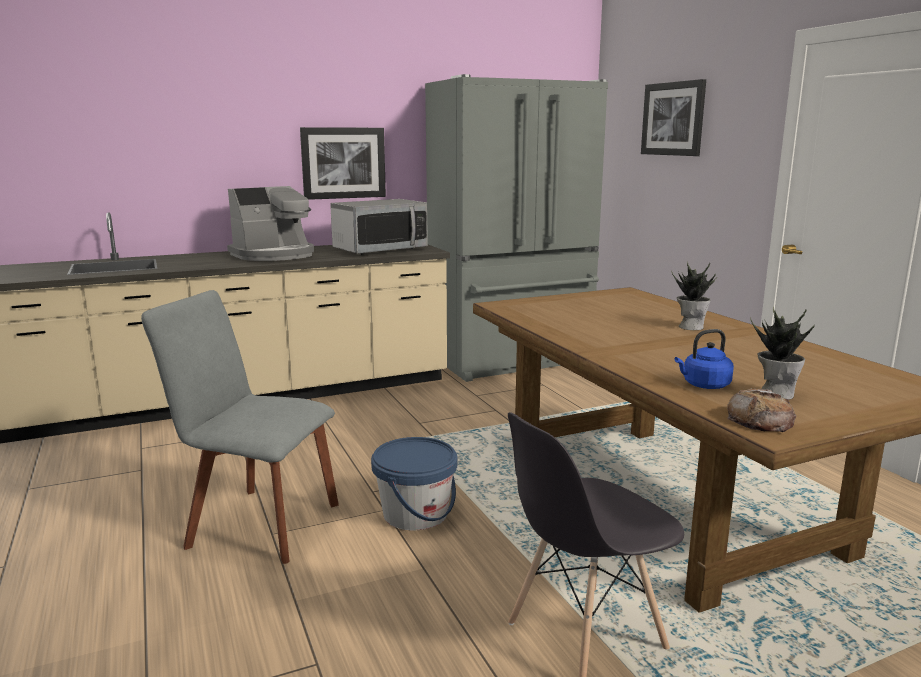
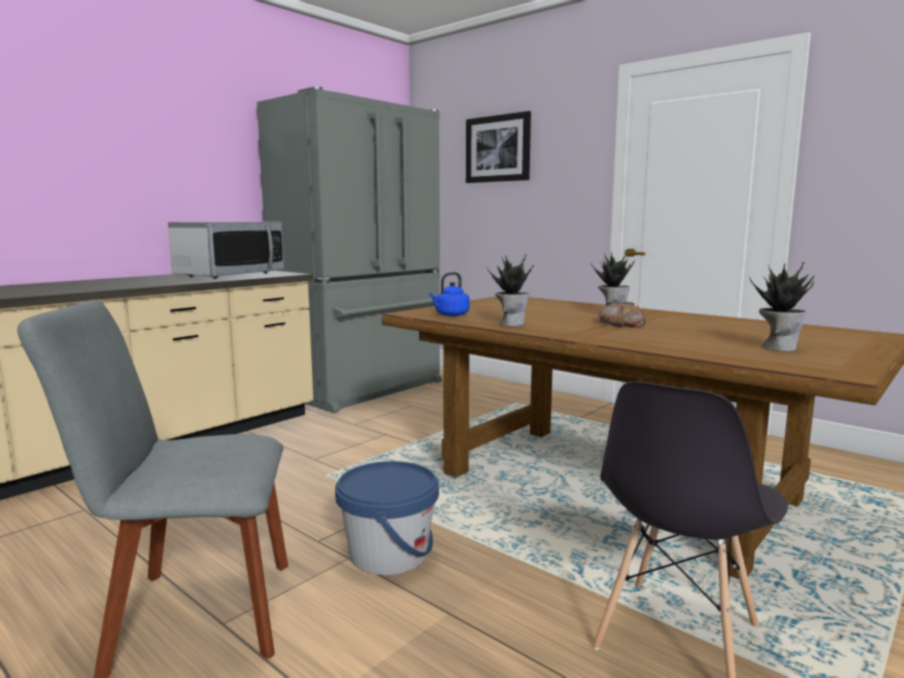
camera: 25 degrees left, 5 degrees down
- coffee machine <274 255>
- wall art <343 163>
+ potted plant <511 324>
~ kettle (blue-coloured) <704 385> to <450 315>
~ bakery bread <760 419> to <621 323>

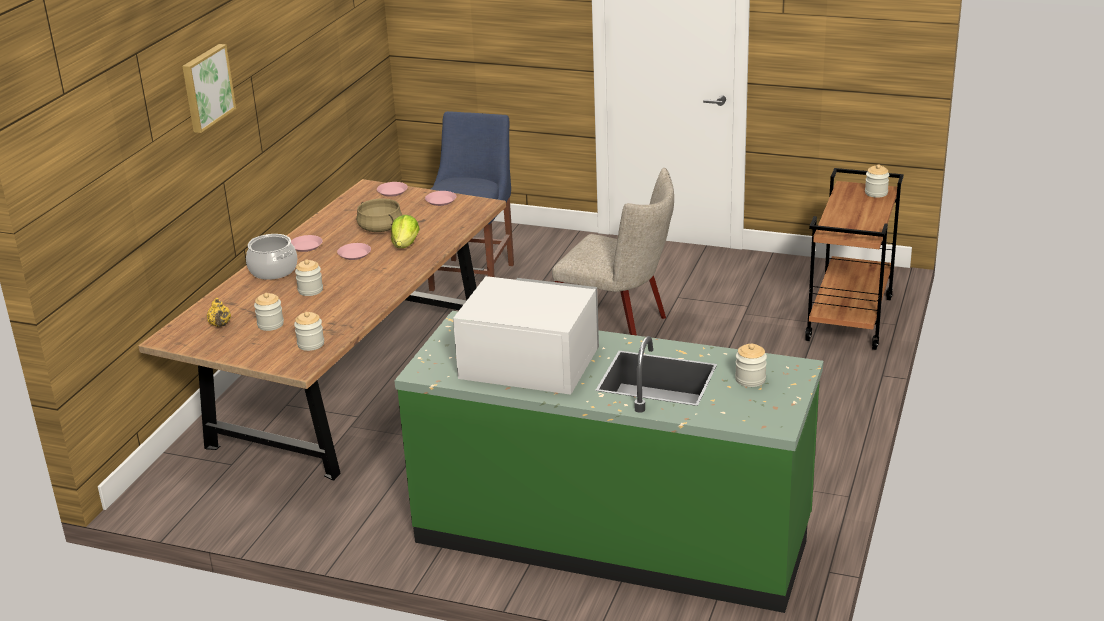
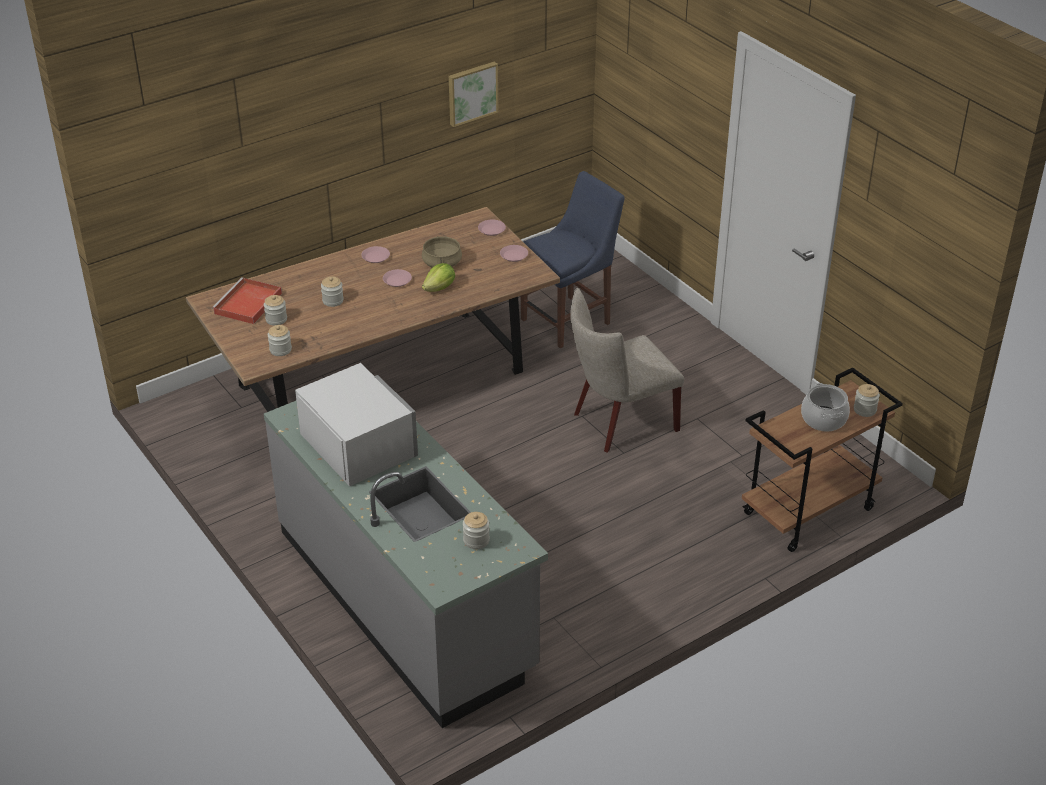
camera: 35 degrees right, 10 degrees up
~ wall art <206 87> to <472 93>
~ stockpot <273 270> to <824 419>
~ tea pot (yellow-coloured) <220 325> to tray (red-coloured) <247 304>
~ kitchen base unit (green-coloured) <612 534> to kitchen base unit (grey) <406 599>
~ upright chair (beige) <618 326> = <619 423> 90 degrees clockwise

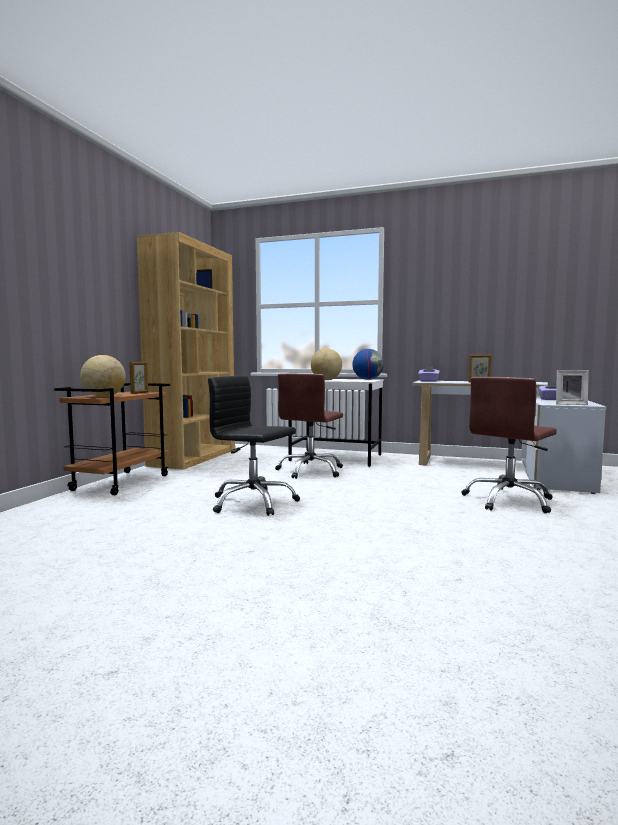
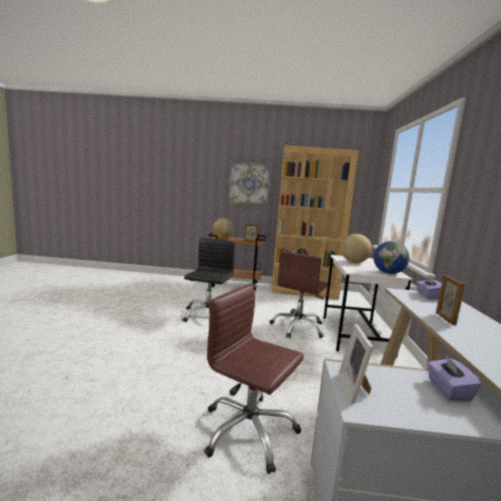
camera: 75 degrees right, 5 degrees up
+ wall art <249 183>
~ desk chair (brownish) <311 471> = <298 327> 75 degrees counterclockwise

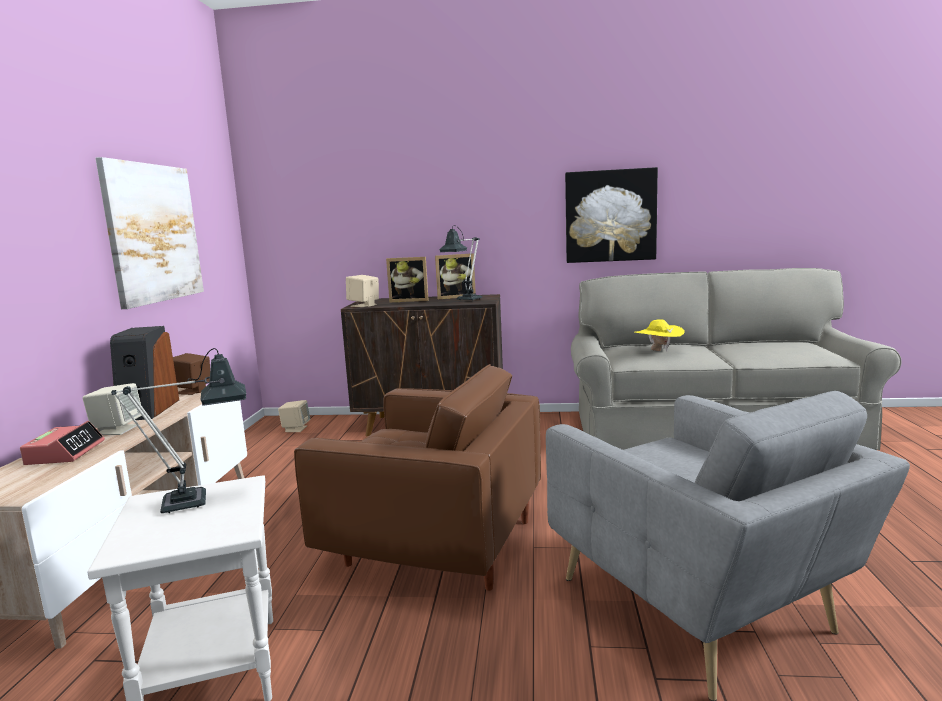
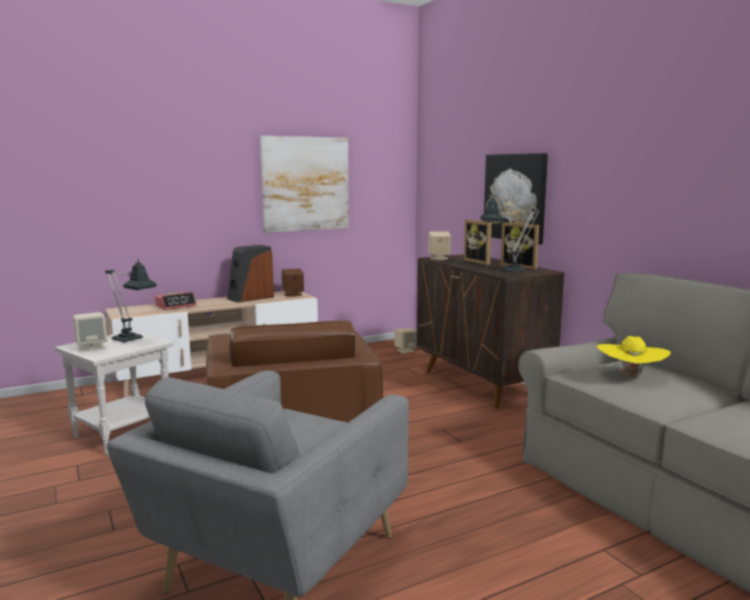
camera: 55 degrees right, 0 degrees up
~ loudspeaker (beige) <117 430> to <91 347>
~ wall art <610 216> to <515 197>

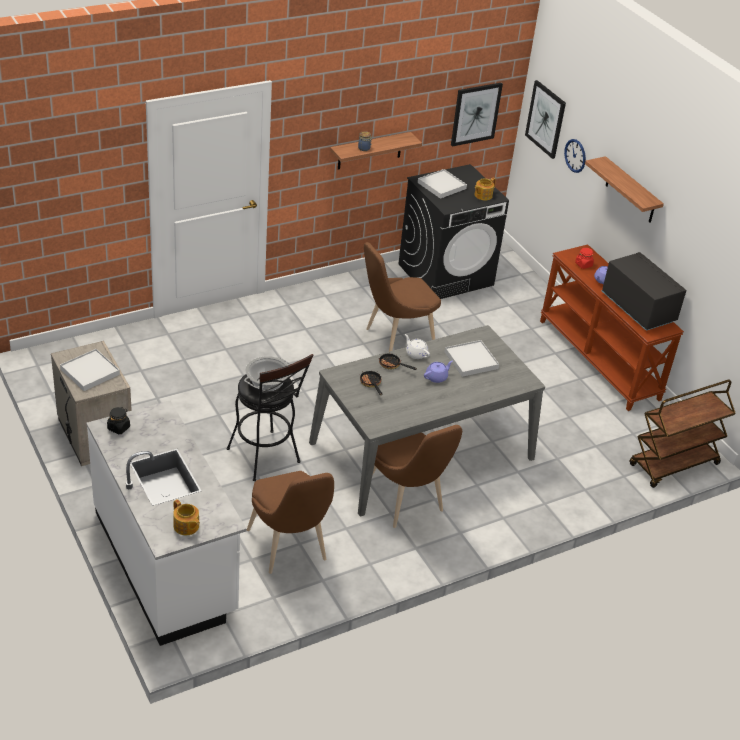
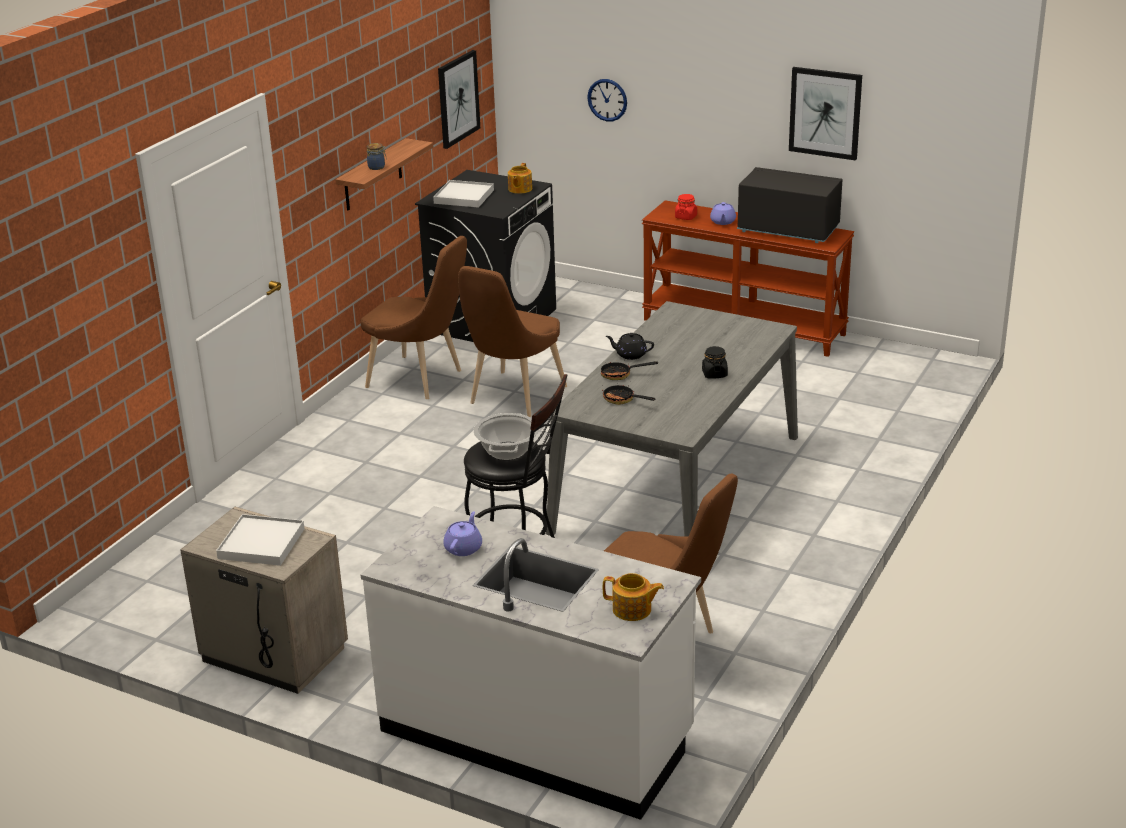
camera: 30 degrees left, 10 degrees down
- tray (white) <471 360>
- bracket shelf <631 191>
- trolley (brownish) <673 465>
~ storage jar (black-coloured) <118 428> to <714 374>
~ upright chair (brownish) <406 503> to <420 380>
~ tea pot (purple) <436 377> to <464 548>
~ wall art <546 119> to <825 113>
~ tea pot (white) <416 353> to tea pot (black-coloured) <630 355>

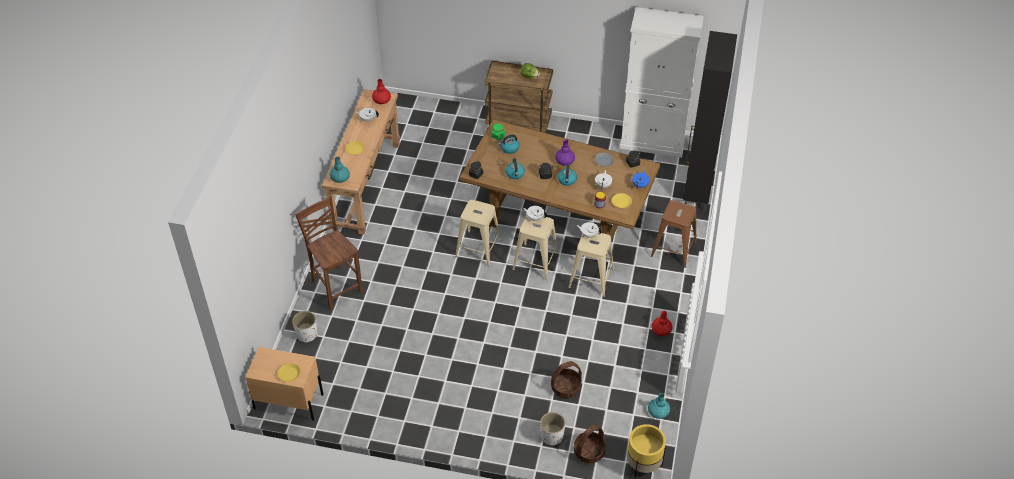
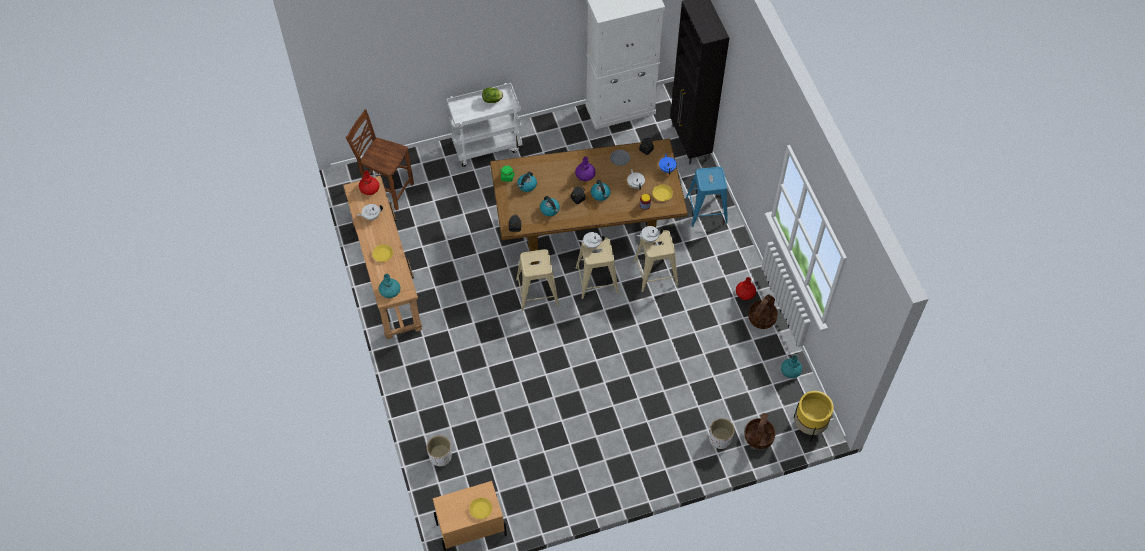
camera: 30 degrees left, 10 degrees up
~ upright chair (brownish) <336 286> to <387 189>
~ storage basket <565 387> to <762 318>
~ trolley (brownish) <519 124> to trolley (white) <487 145>
~ stool seat (brownish) <673 249> to stool seat (blue-coloured) <706 210>

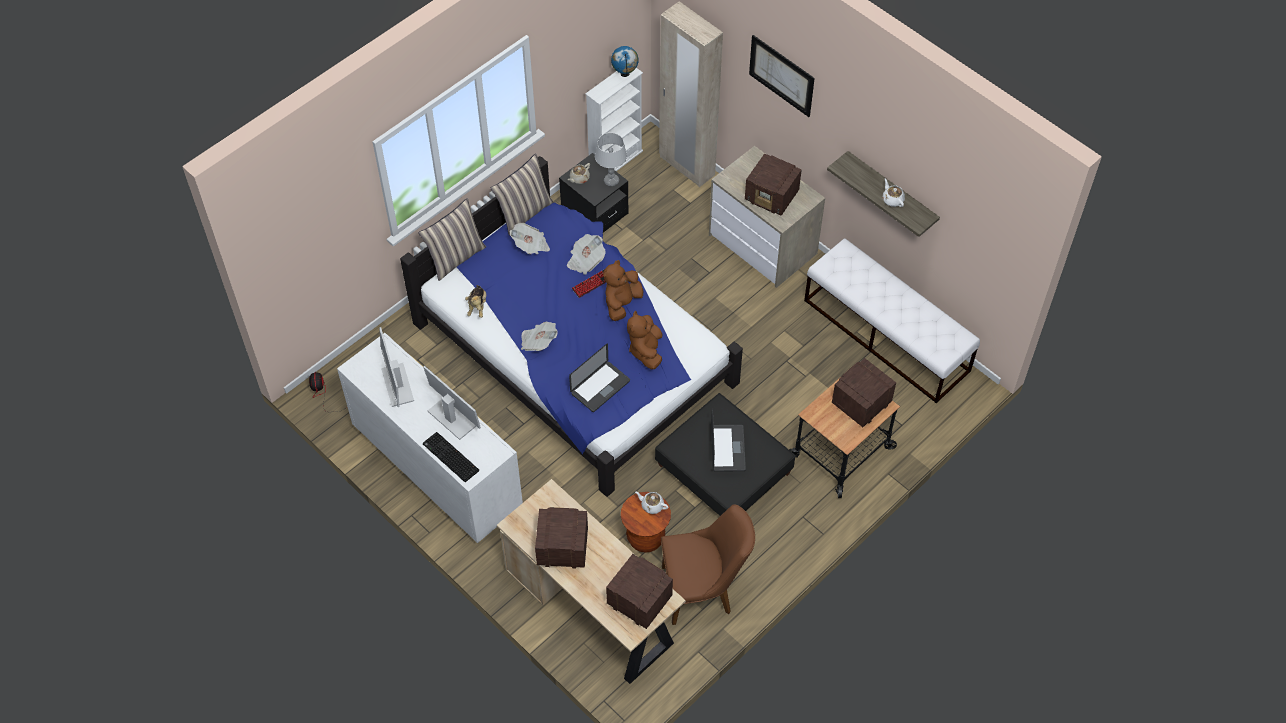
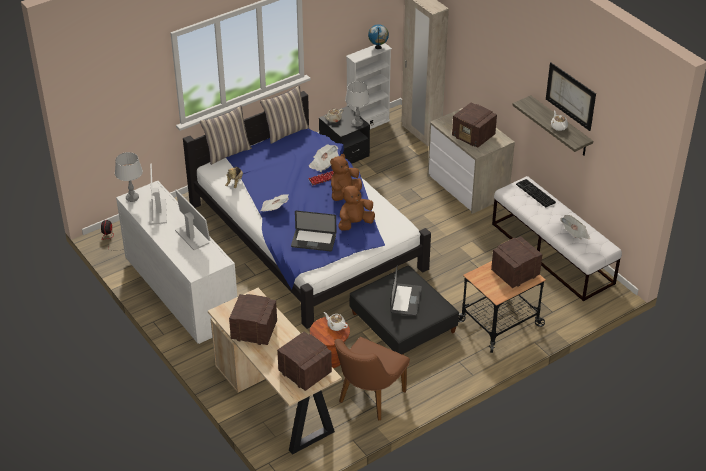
camera: 10 degrees right, 15 degrees down
+ lamp for a table (grey) <132 198>
~ PC keyboard <449 457> to <534 193>
~ printed paper <531 246> to <574 234>
~ wall art <781 75> to <570 96>
~ notebook computer <600 387> = <313 241> 45 degrees clockwise
~ plush toy (brownish) <646 350> = <355 223> 45 degrees clockwise
~ upright chair (brownish) <704 590> = <367 399> 120 degrees clockwise

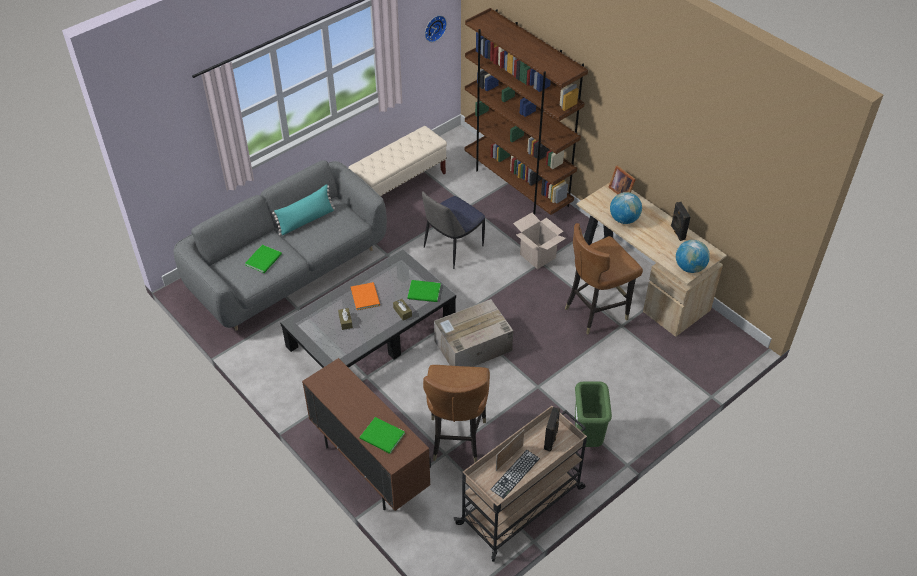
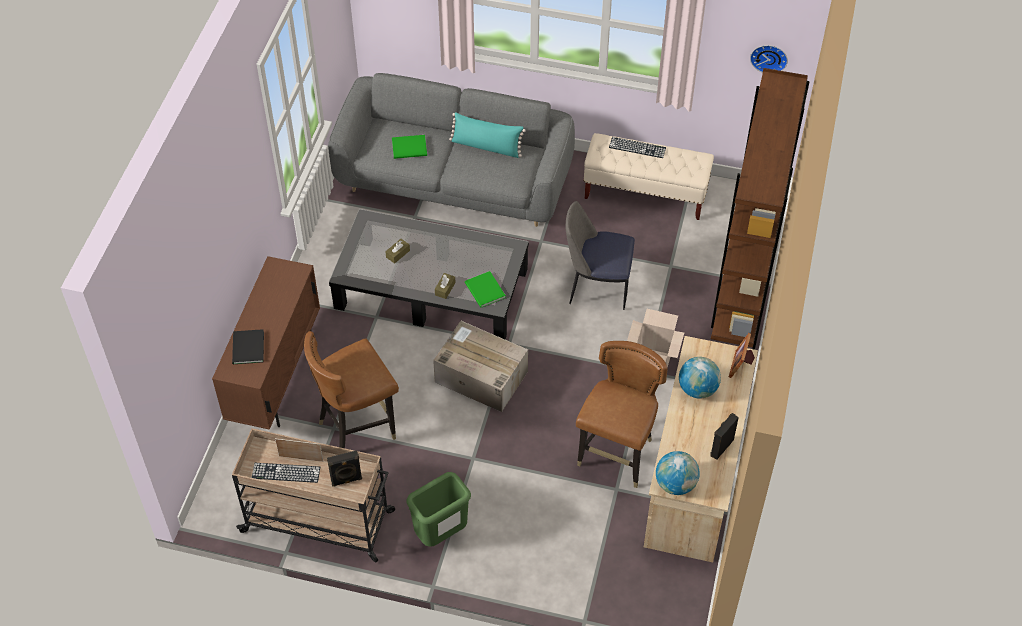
camera: 55 degrees right, 5 degrees up
- bound book (orangey) <366 296>
+ PC keyboard <637 147>
~ bound book (green-coloured) <382 437> to bound book (black-coloured) <247 349>
~ upright chair (brownish) <596 311> = <617 456> 90 degrees clockwise

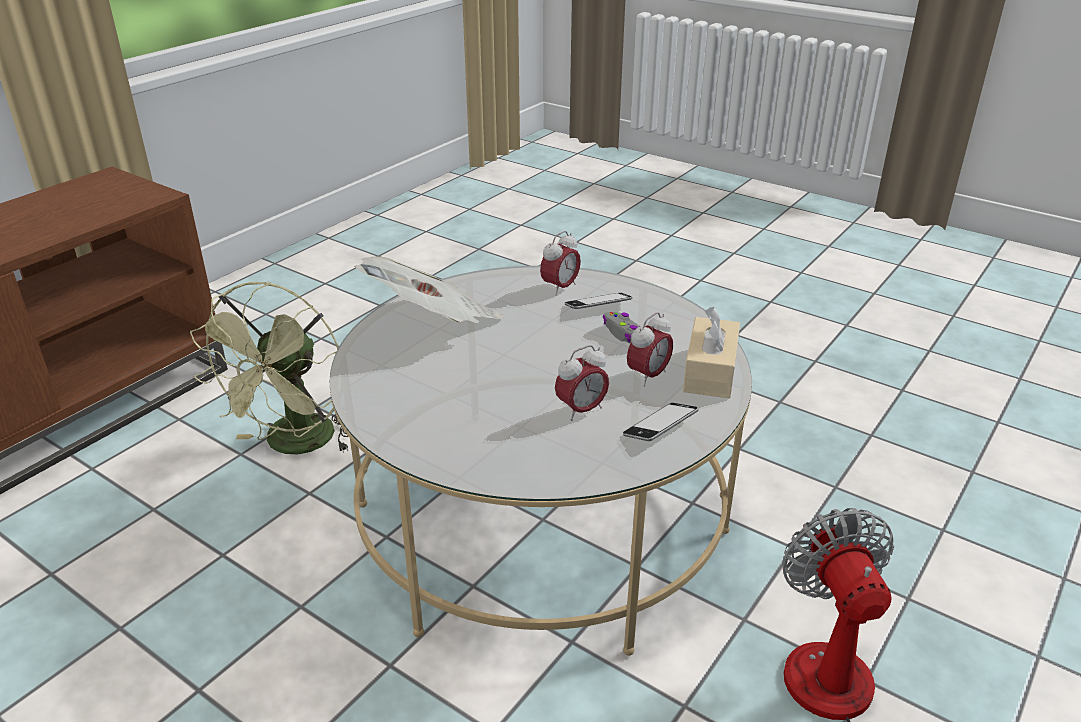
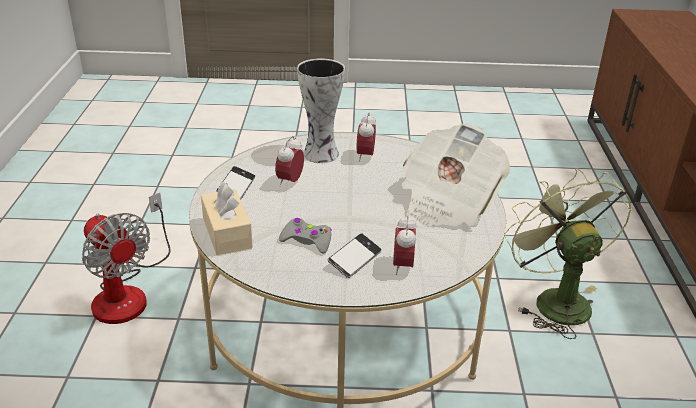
camera: 145 degrees right, 0 degrees up
+ flower vase <321 155>
~ alarm clock <648 376> to <365 156>

